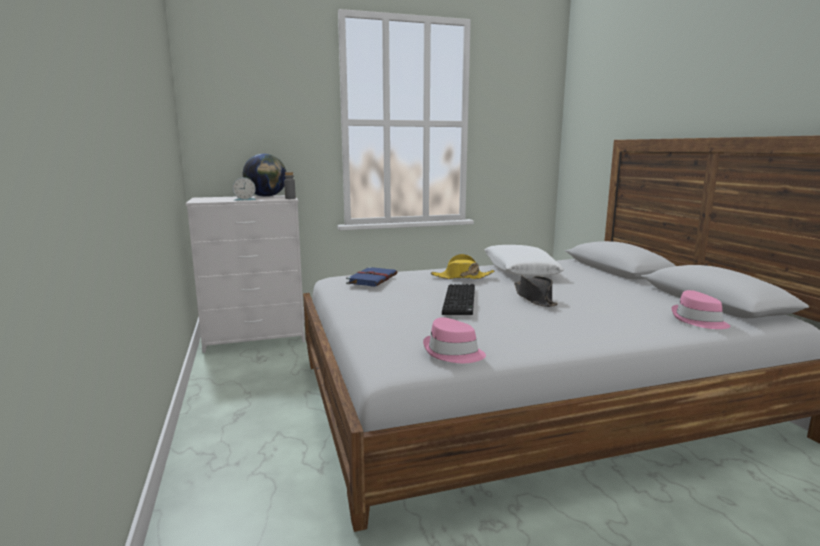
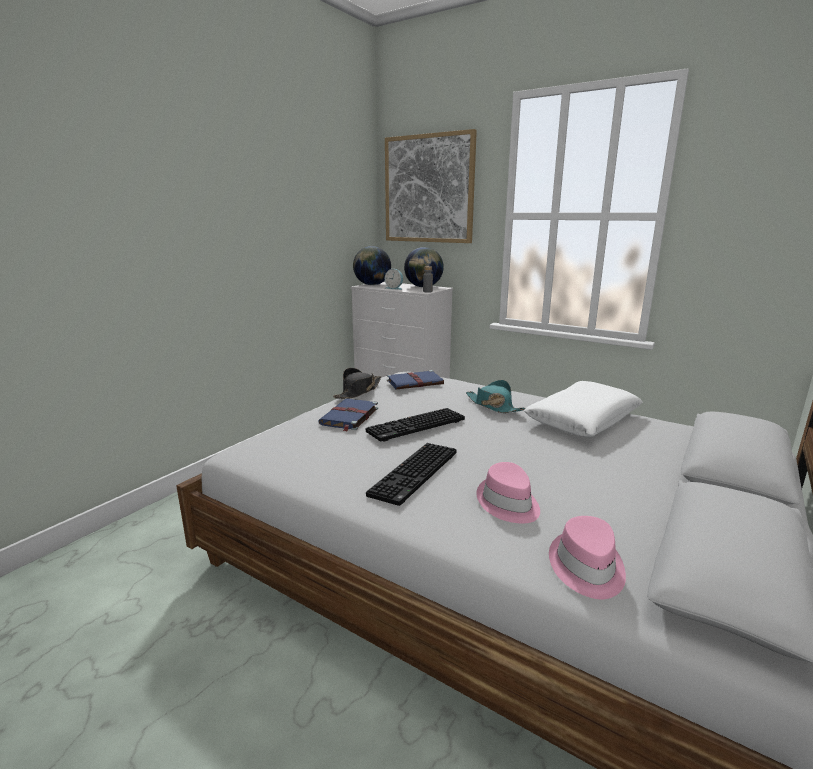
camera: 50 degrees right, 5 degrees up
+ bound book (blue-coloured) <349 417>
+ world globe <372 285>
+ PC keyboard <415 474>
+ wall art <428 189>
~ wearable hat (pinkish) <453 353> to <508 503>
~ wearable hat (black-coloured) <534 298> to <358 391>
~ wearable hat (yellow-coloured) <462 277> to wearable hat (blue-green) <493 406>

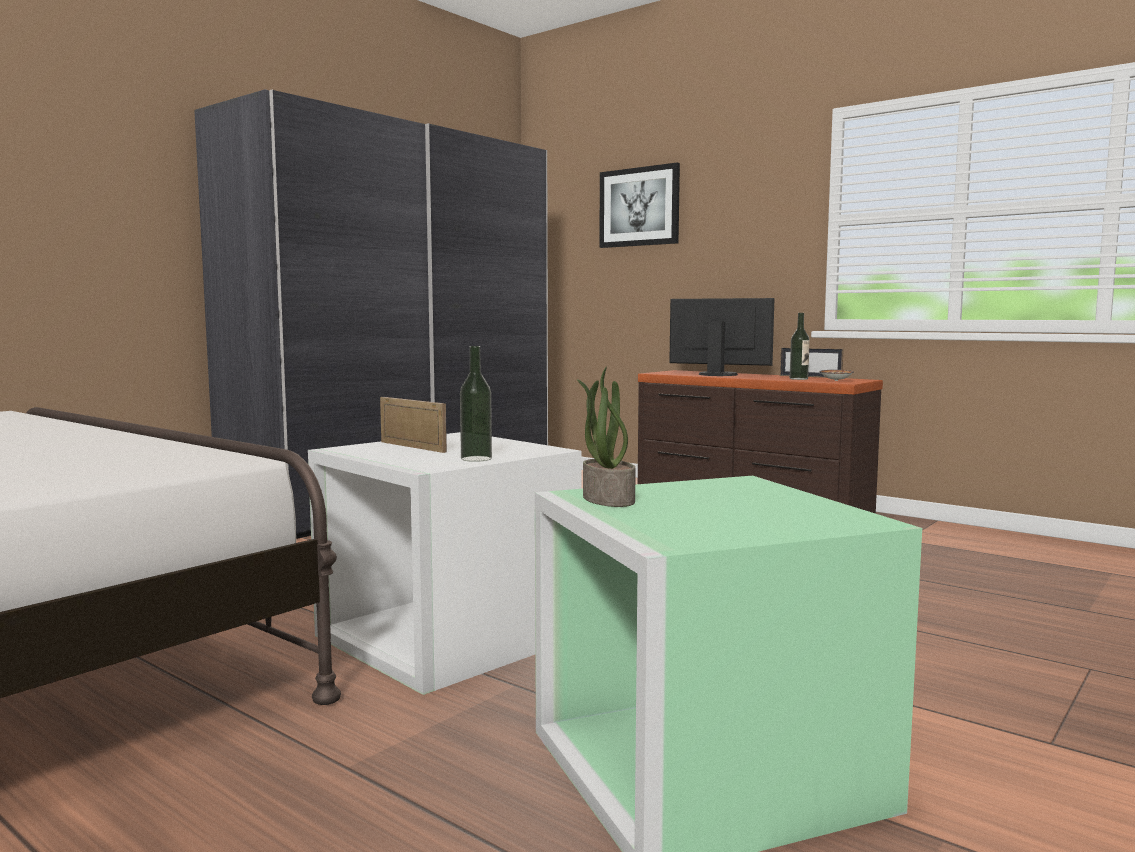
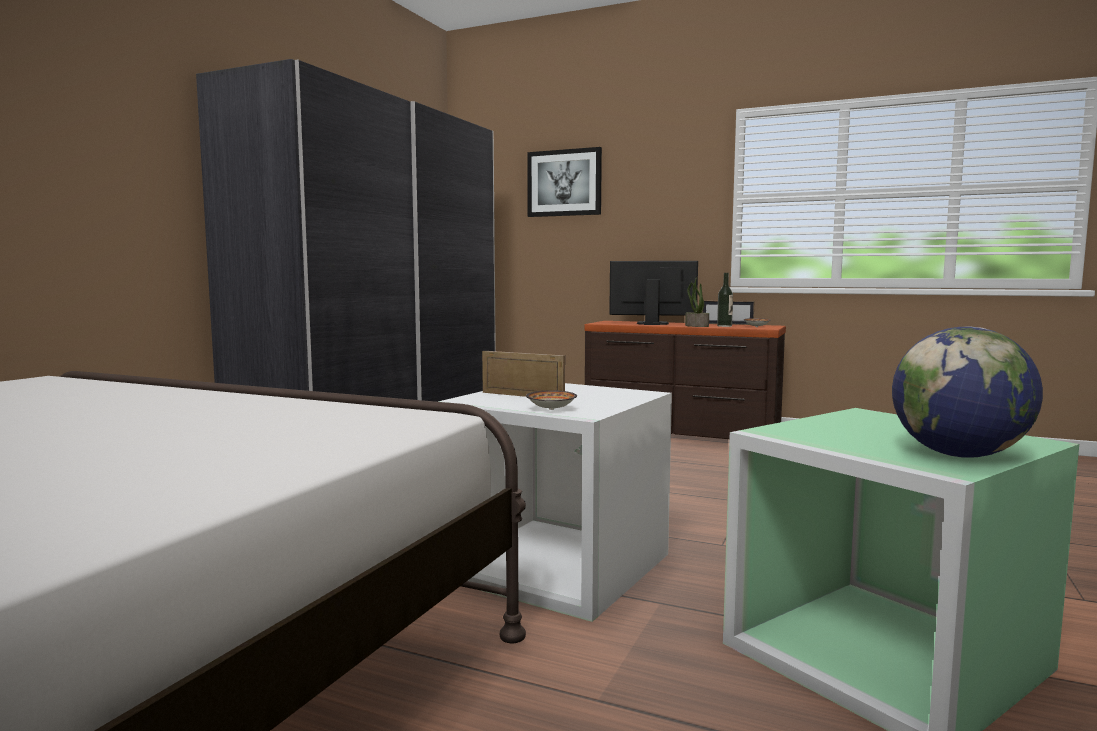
camera: 15 degrees left, 0 degrees up
- drink bottle <476 459>
+ bowl <551 409>
+ world globe <959 455>
~ potted plant <607 499> to <696 326>

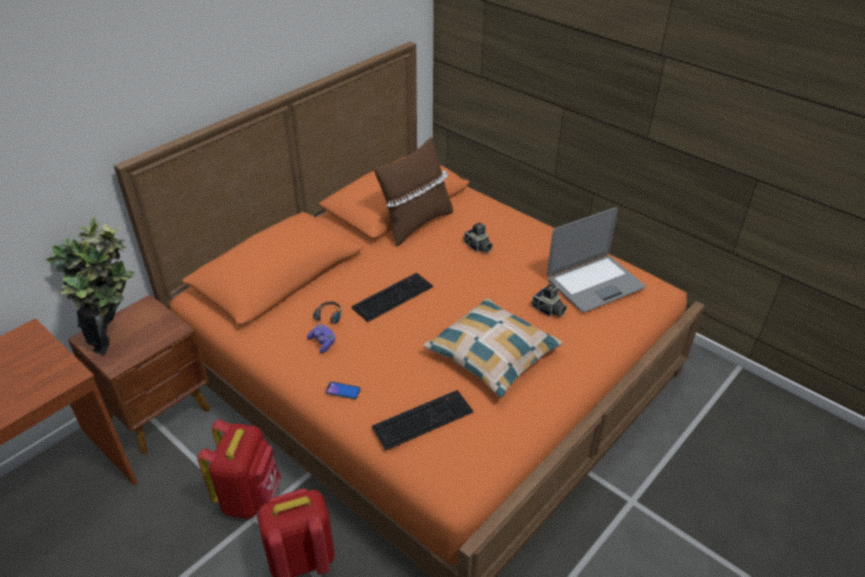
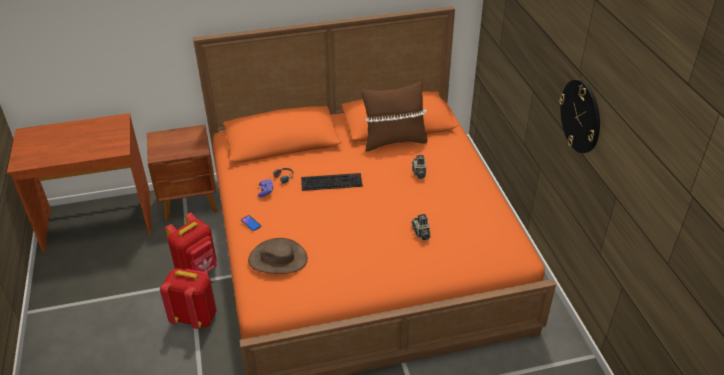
camera: 35 degrees right, 0 degrees up
- potted plant <115 335>
- throw pillow <492 354>
- notebook computer <594 283>
+ hanging clock <580 116>
~ PC keyboard <423 418> to wearable hat (brownish) <278 259>

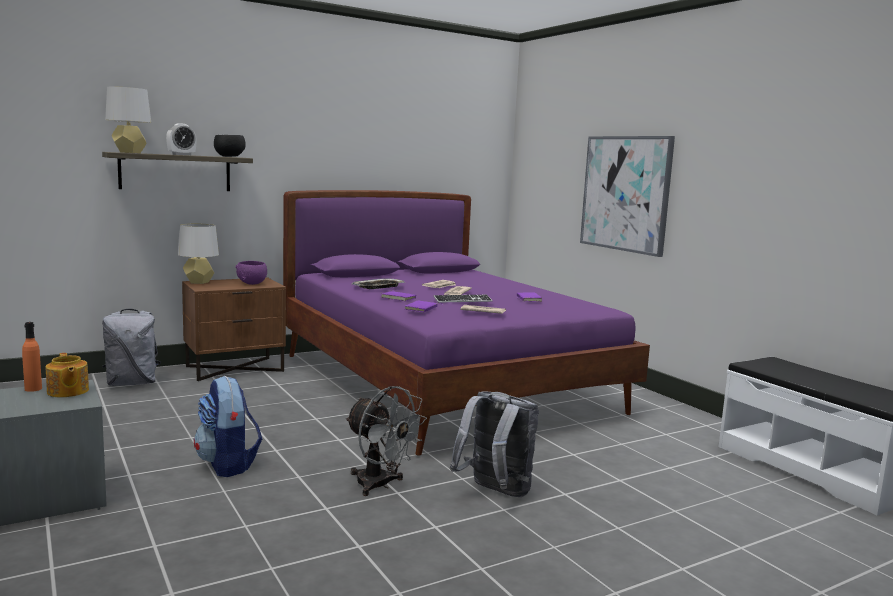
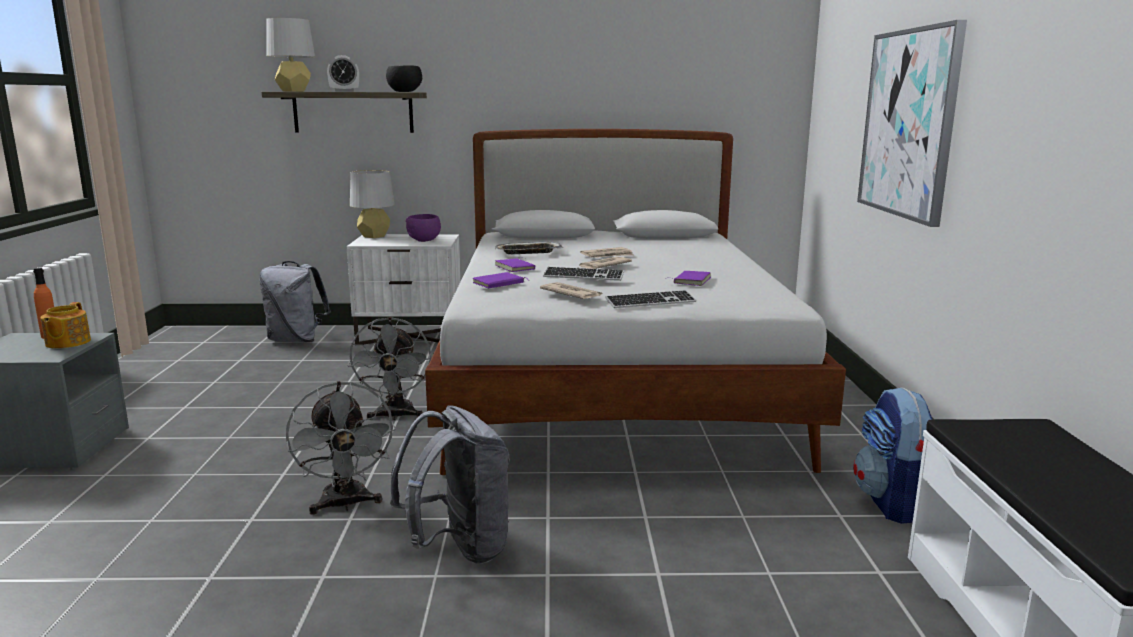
camera: 30 degrees right, 5 degrees up
+ fan (grey) <395 416>
+ PC keyboard <650 302>
~ knapsack <228 465> to <894 503>
~ bedside table (brownish) <235 368> to bedside table (white) <410 336>
~ sleeping bed (purple) <444 383> to sleeping bed (white) <613 385>

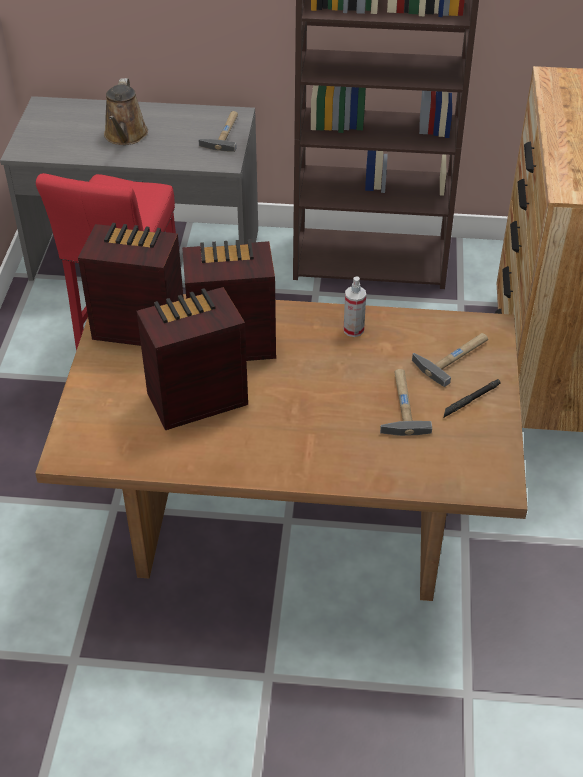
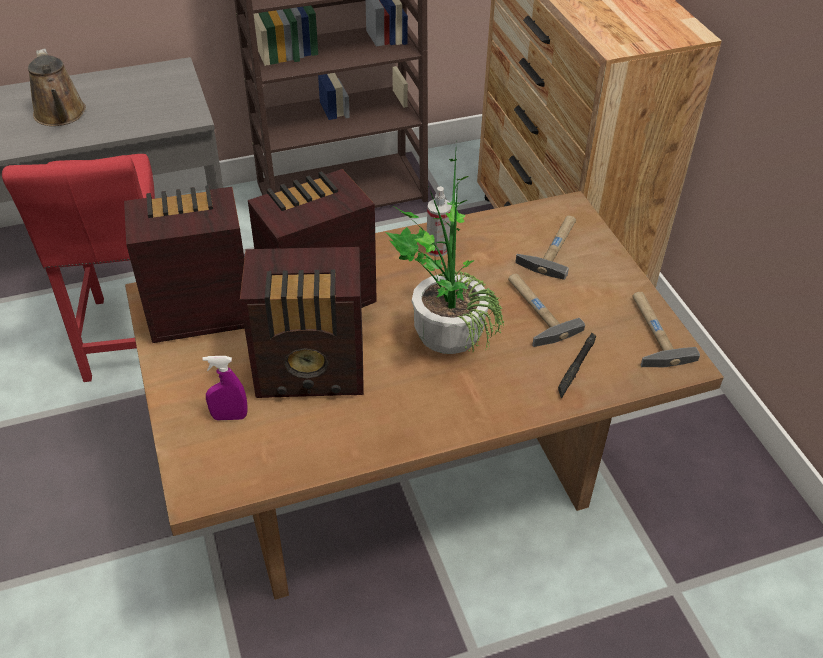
camera: 25 degrees left, 0 degrees up
+ sprayer (purple) <229 416>
+ potted plant <444 331>
~ hammer <224 133> to <652 331>
~ torch (black-coloured) <470 400> to <576 367>
~ radio receiver <194 399> = <313 374> 135 degrees counterclockwise

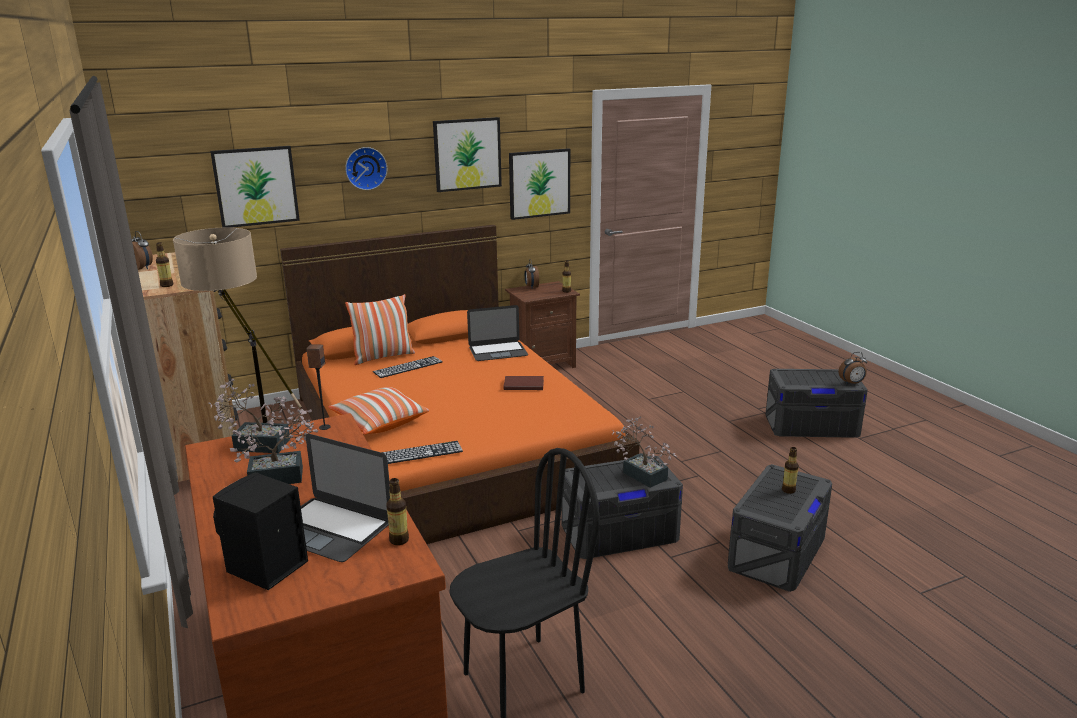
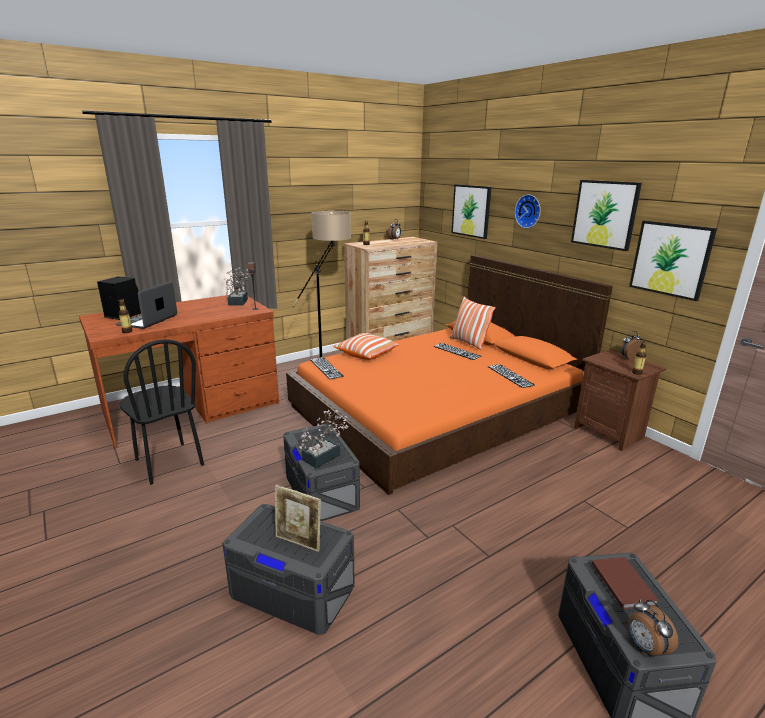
camera: 80 degrees right, 0 degrees up
- potted plant <284 477>
~ bound book (brownish) <523 384> to <623 583>
~ notebook computer <498 351> to PC keyboard <510 375>
~ drink bottle <788 490> to photo frame <298 542>

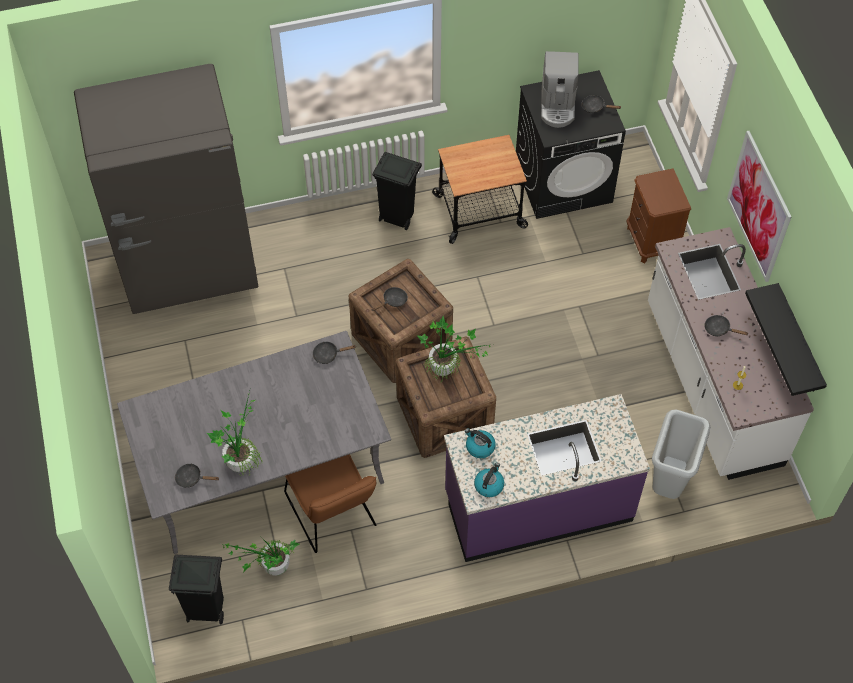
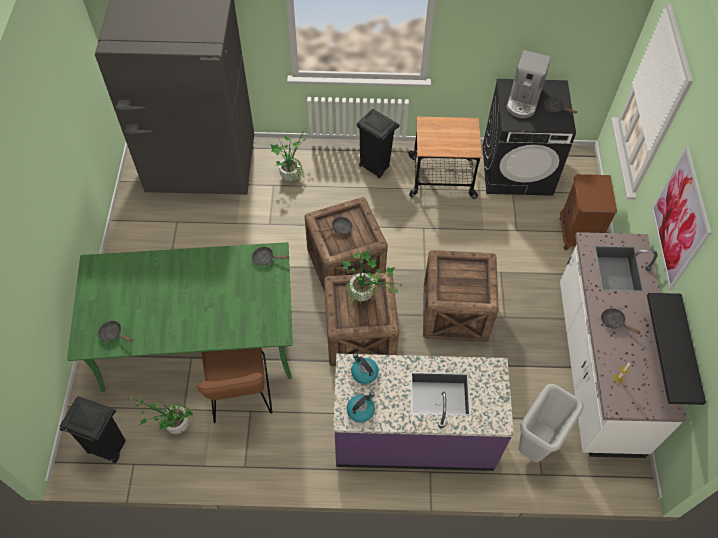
camera: 15 degrees right, 0 degrees up
+ packing crate <456 313>
~ potted plant <241 458> to <291 173>
~ kitchen table (grey) <263 468> to kitchen table (green-coloured) <198 340>

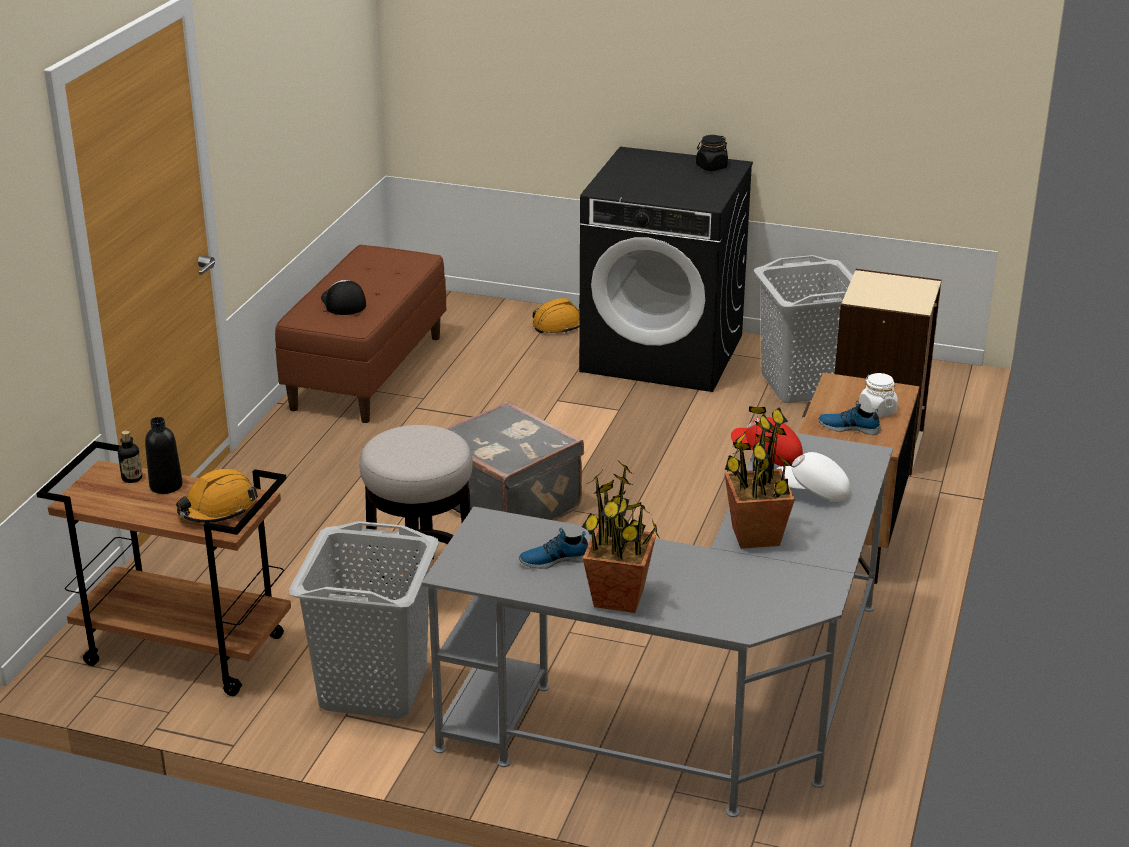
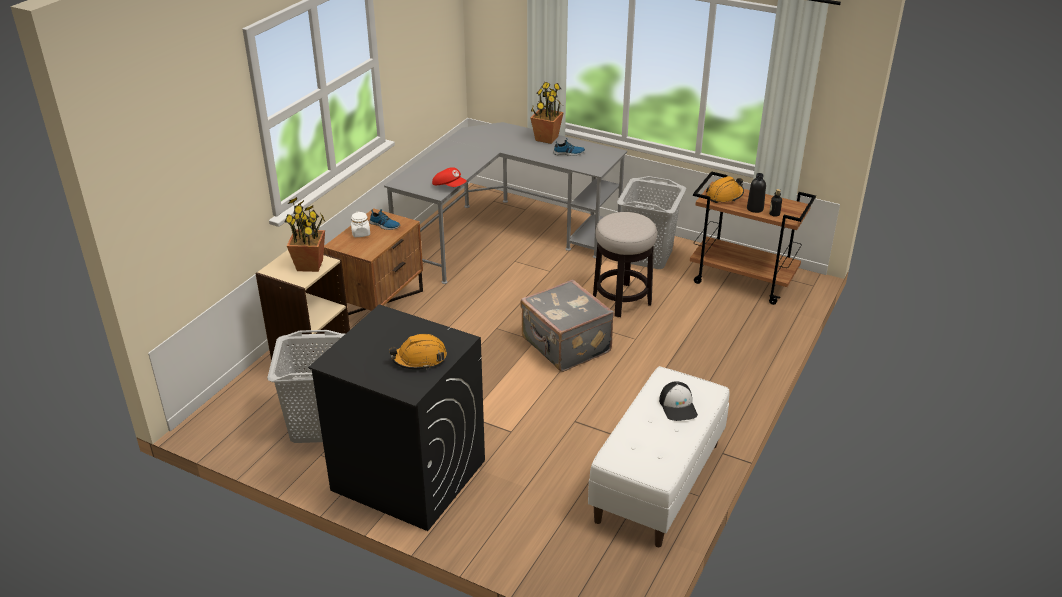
camera: 170 degrees left, 5 degrees up
- storage jar (black-coloured) <711 167>
- peaked cap (white) <813 493>
~ hard hat (orangey) <559 325> to <419 359>
~ potted plant <756 536> to <310 265>
~ bench (brownish) <367 372> to bench (white) <658 482>

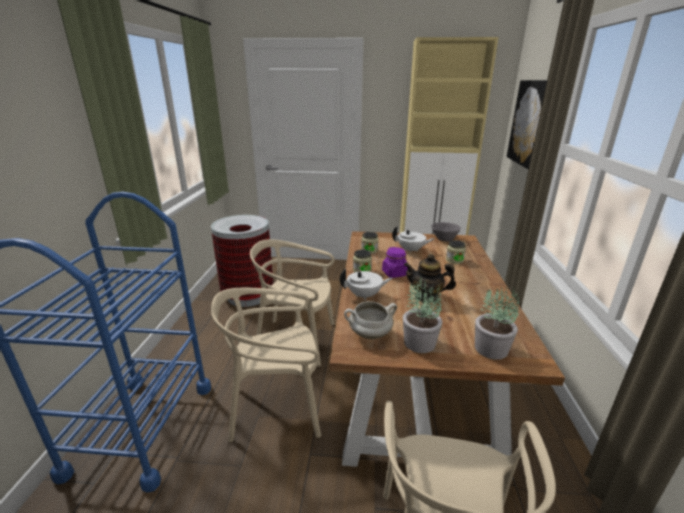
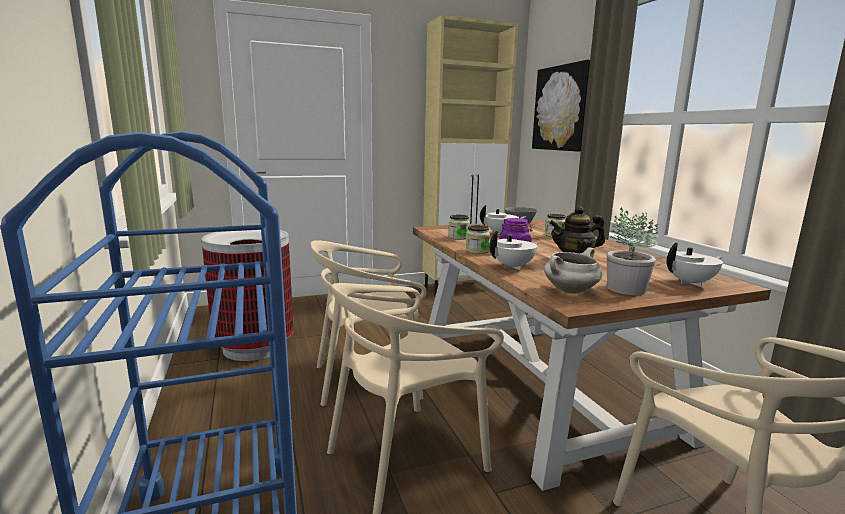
camera: 25 degrees left, 10 degrees down
~ potted plant <491 349> to tea pot (white) <691 283>

